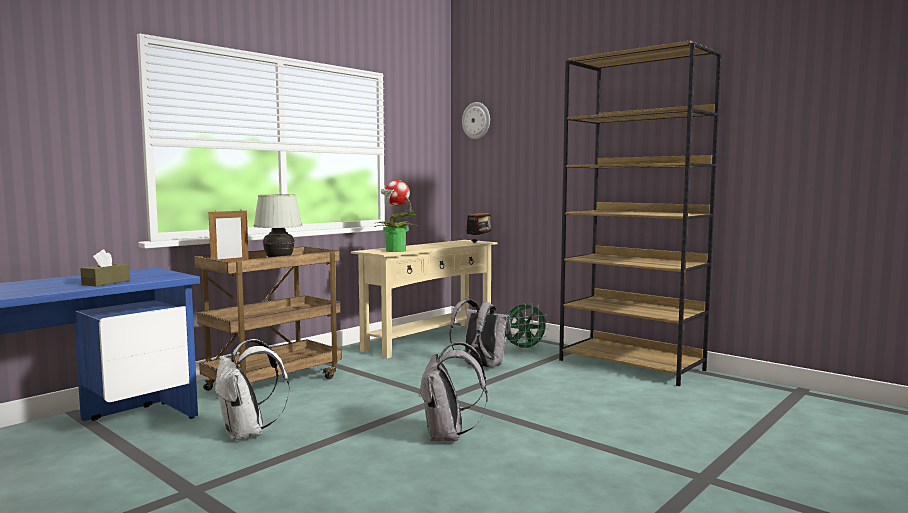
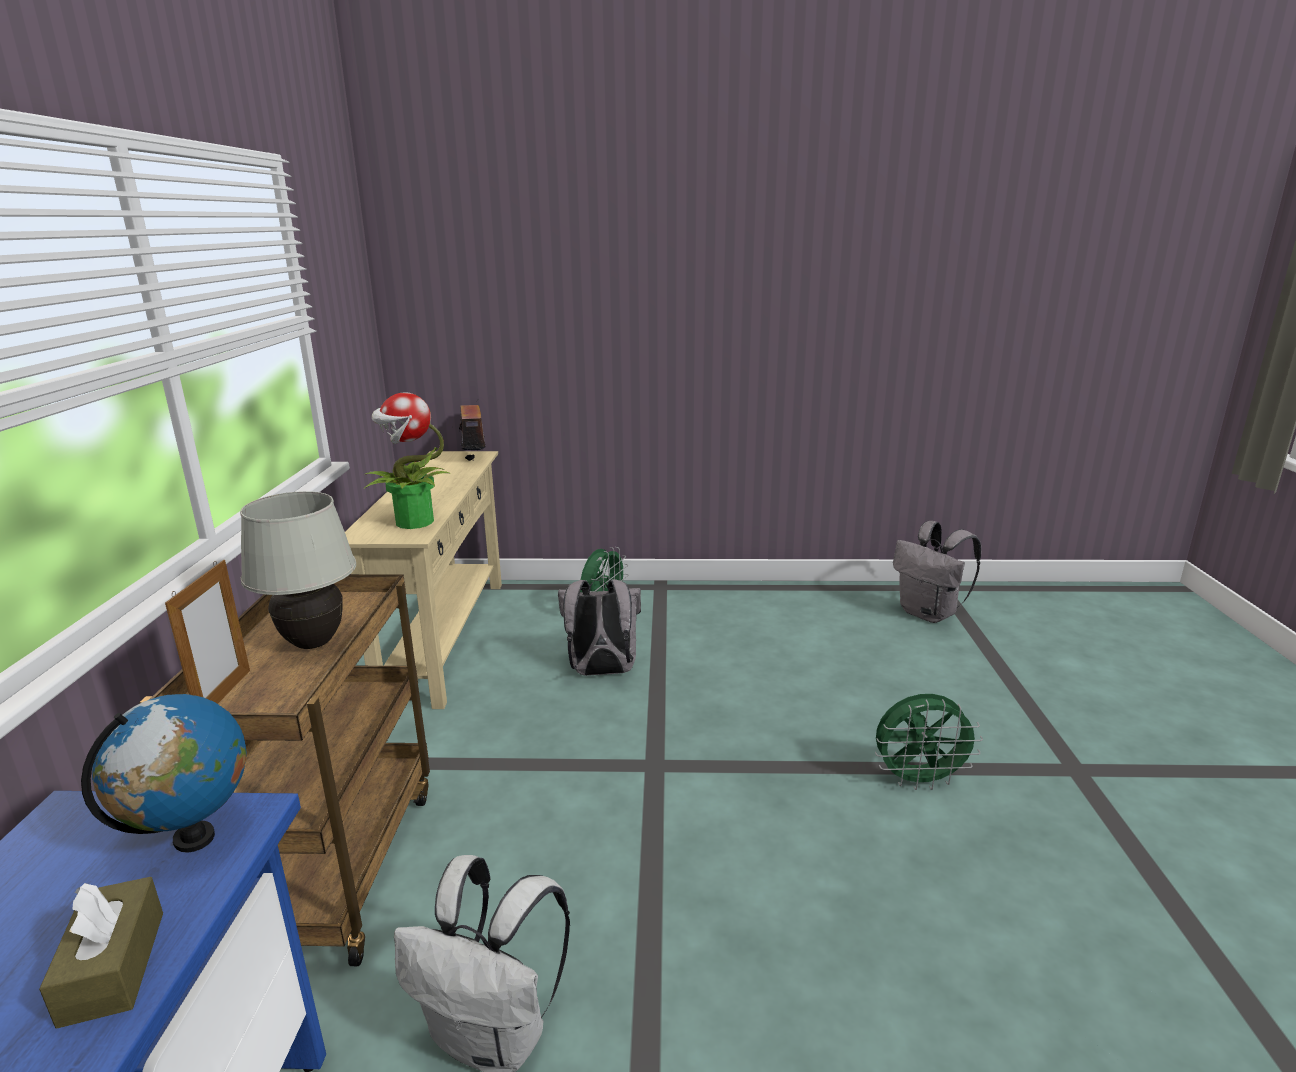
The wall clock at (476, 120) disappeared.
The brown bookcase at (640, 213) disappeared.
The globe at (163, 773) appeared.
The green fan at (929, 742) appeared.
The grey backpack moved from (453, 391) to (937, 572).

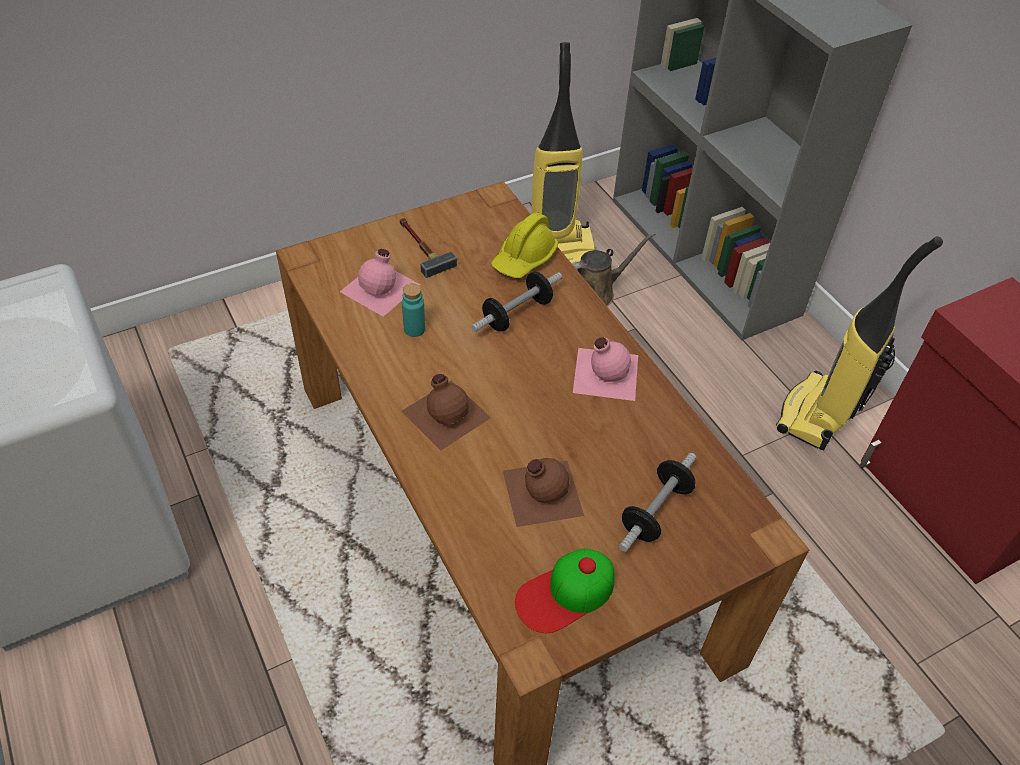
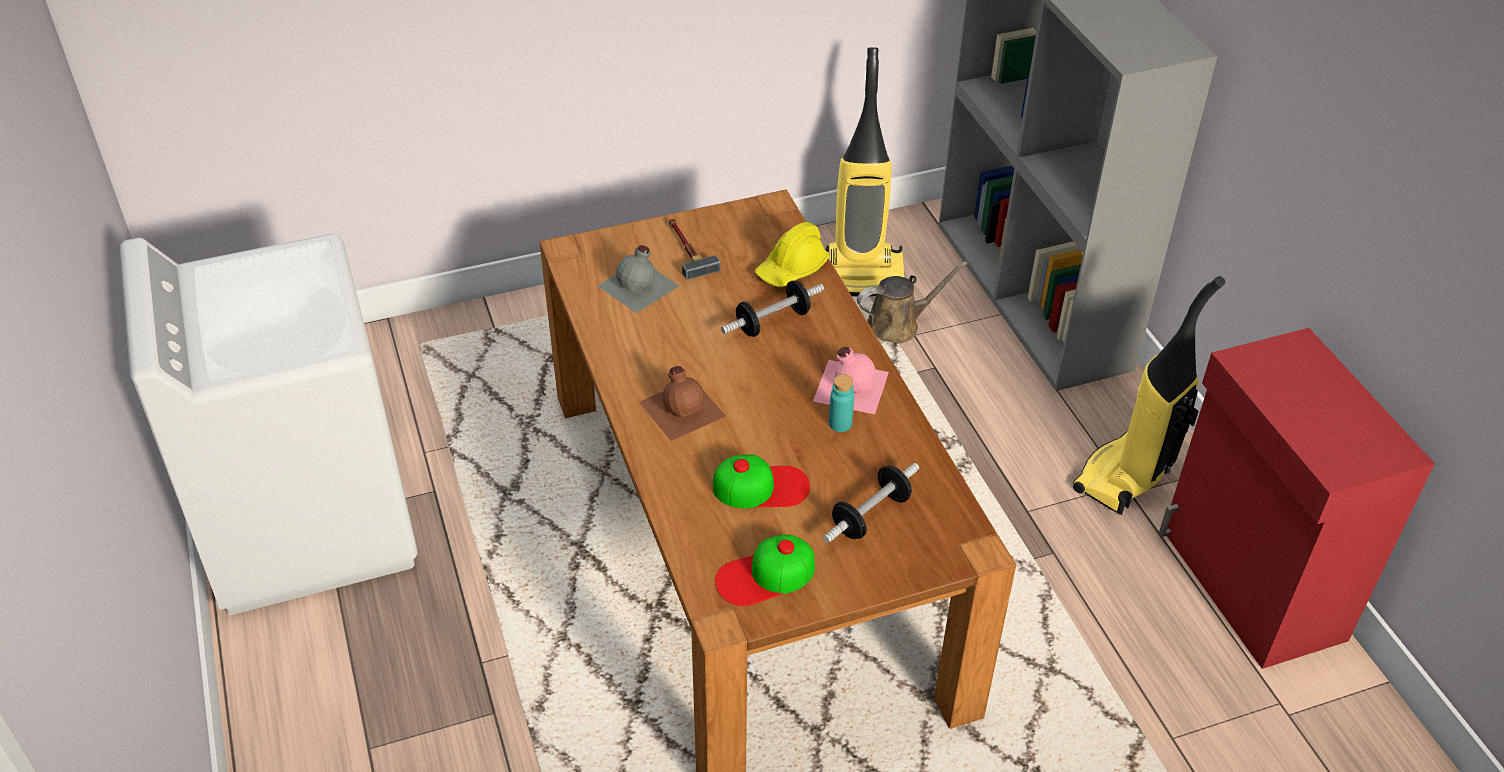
The turquoise bottle moved from (413, 310) to (841, 403).
The brown bottle at (543, 492) was replaced by the cap at (761, 481).
The pink bottle at (380, 283) became the grey bottle at (638, 279).

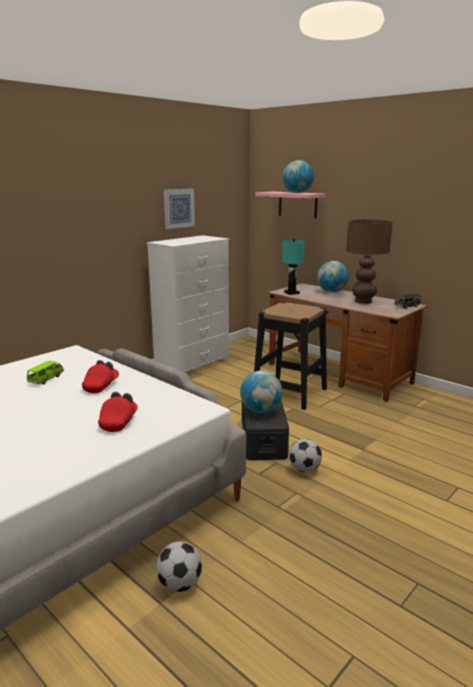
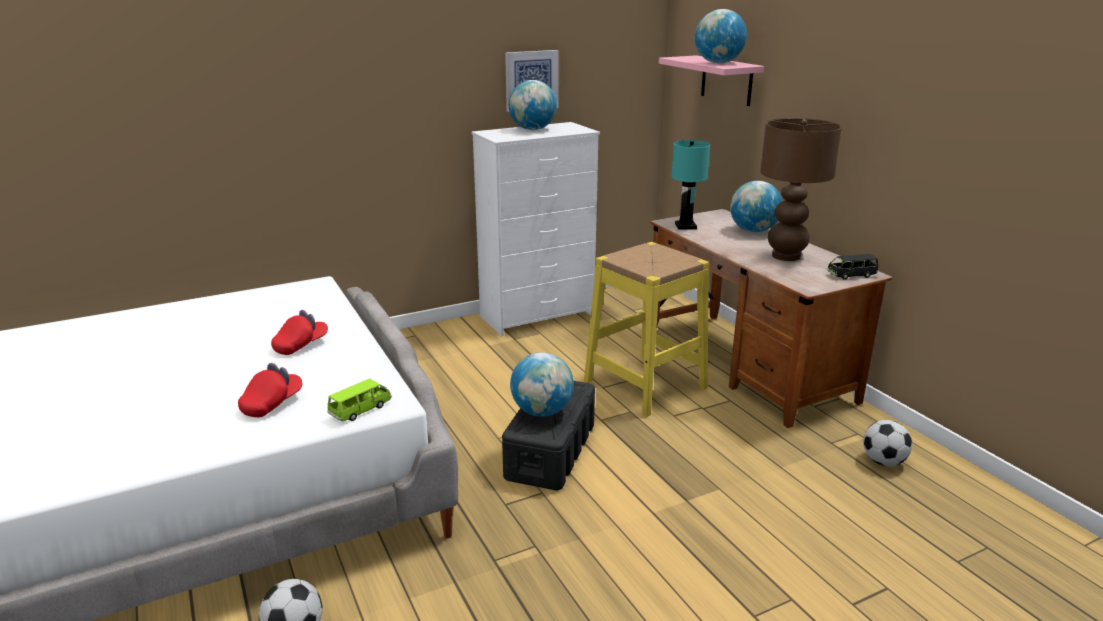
The globe at (533, 105) appeared.
The green toy car moved from (45, 372) to (359, 400).
The football moved from (305, 456) to (887, 443).
The black stool at (290, 356) became the yellow stool at (646, 329).

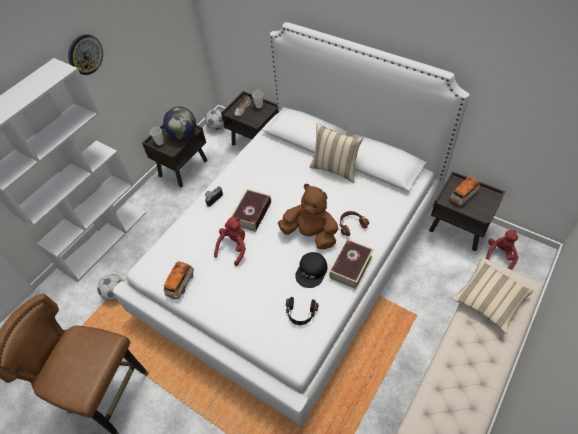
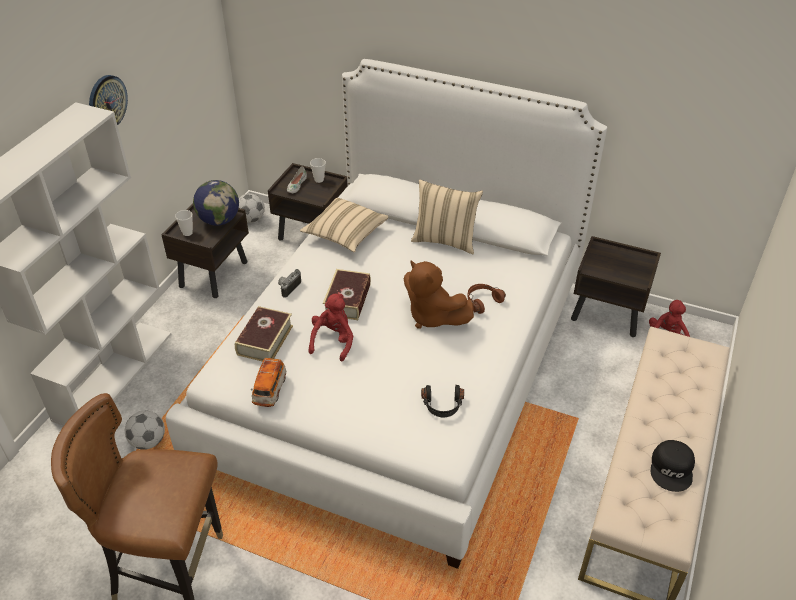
The toy car at (465, 191) disappeared.
The black cap moved from (311, 270) to (673, 466).
The book moved from (351, 264) to (264, 334).
The beige pillow moved from (492, 297) to (344, 225).
The brown plush toy at (308, 217) turned 150 degrees counterclockwise.

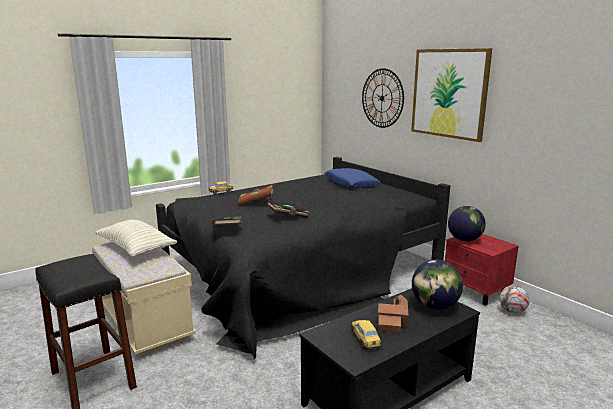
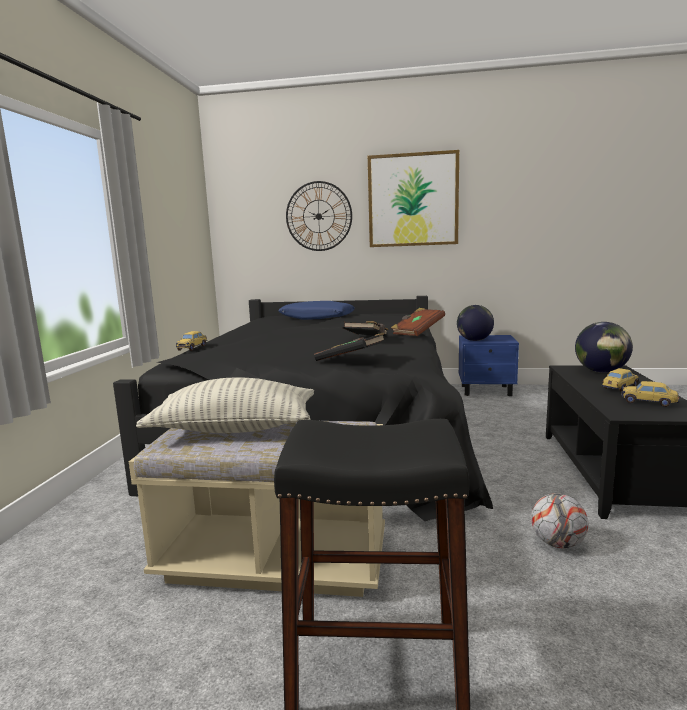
The brown book moved from (255, 195) to (418, 322).
The football moved from (514, 299) to (559, 520).
The toy house at (393, 314) was replaced by the toy car at (620, 380).
The red nightstand at (482, 269) became the blue nightstand at (488, 365).

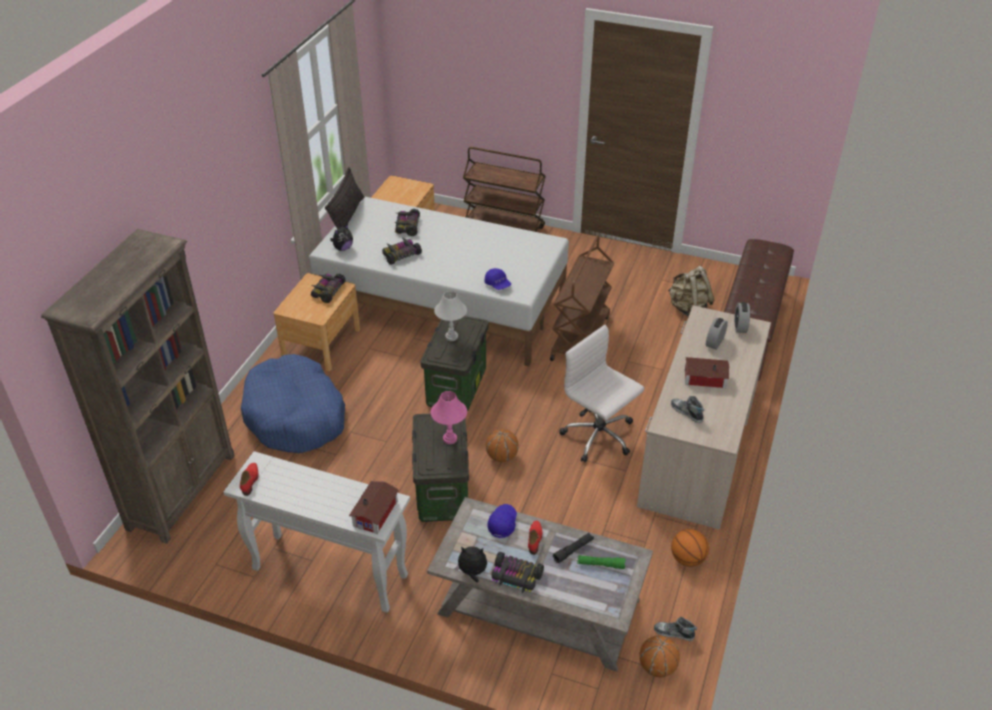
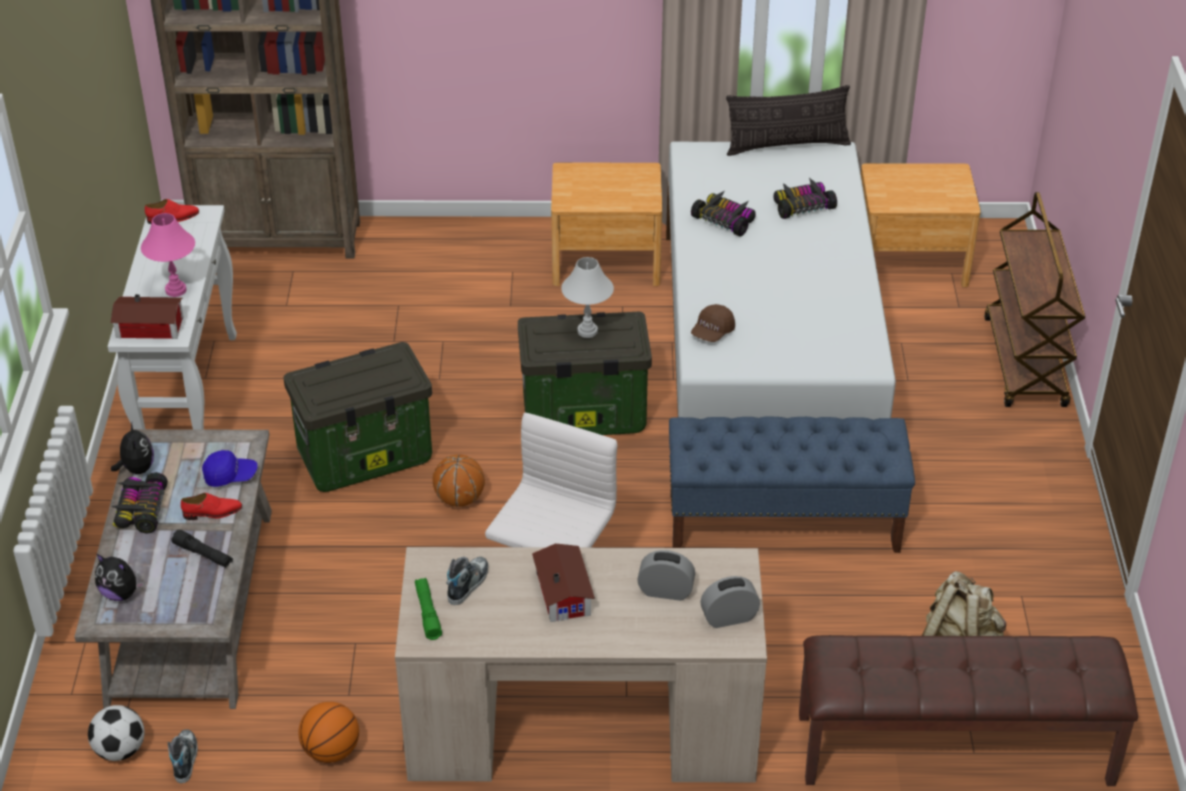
The blue dog bed at (293, 403) disappeared.
The toy car at (328, 288) disappeared.
The plush toy moved from (341, 237) to (119, 577).
The pink table lamp moved from (449, 417) to (168, 255).
The green flashlight moved from (601, 562) to (428, 609).
The brown cart at (582, 298) was replaced by the blue bench at (792, 484).
The basketball at (659, 656) was replaced by the football at (116, 733).
The blue cap at (497, 279) became the brown cap at (713, 323).

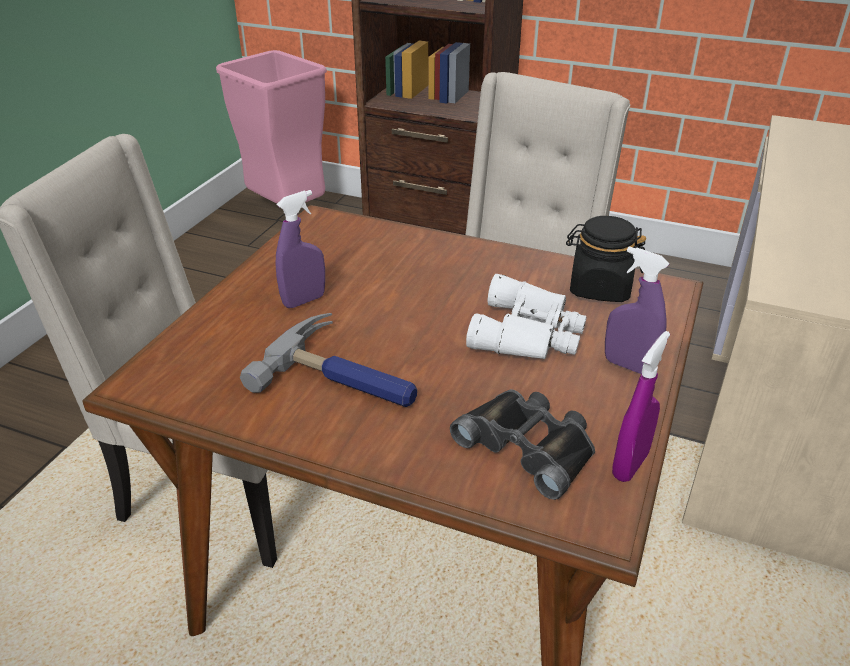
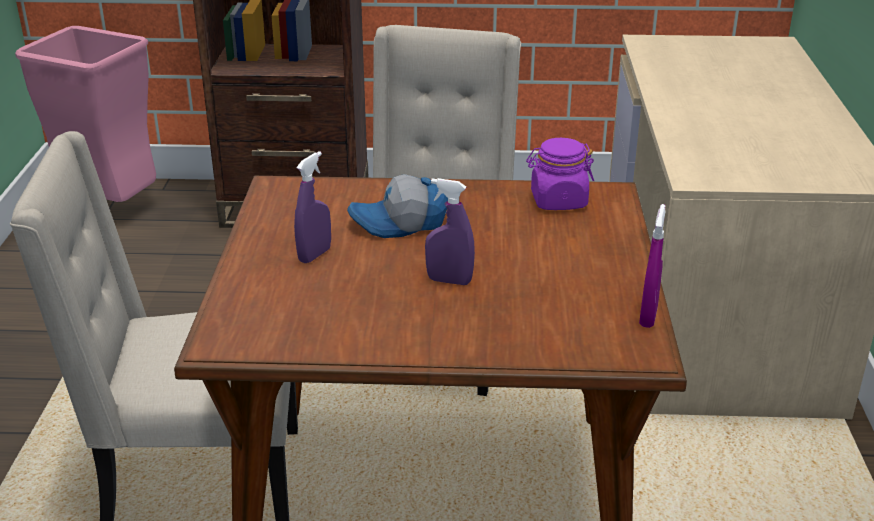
The hammer at (328, 360) disappeared.
The black binoculars at (522, 444) disappeared.
The white binoculars at (526, 316) disappeared.
The cap at (397, 206) appeared.
The purple spray bottle moved from (637, 310) to (450, 231).
The black jar at (606, 259) became the purple jar at (560, 174).

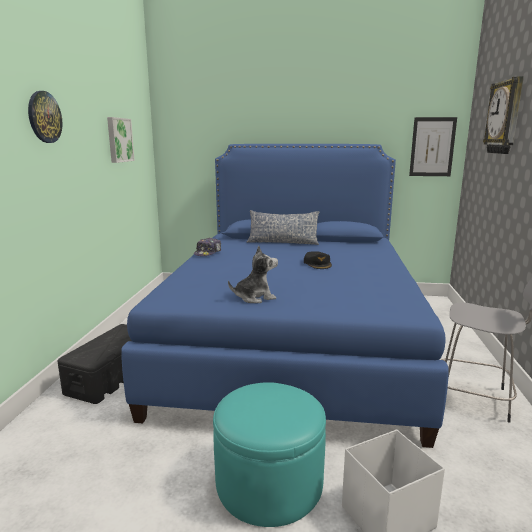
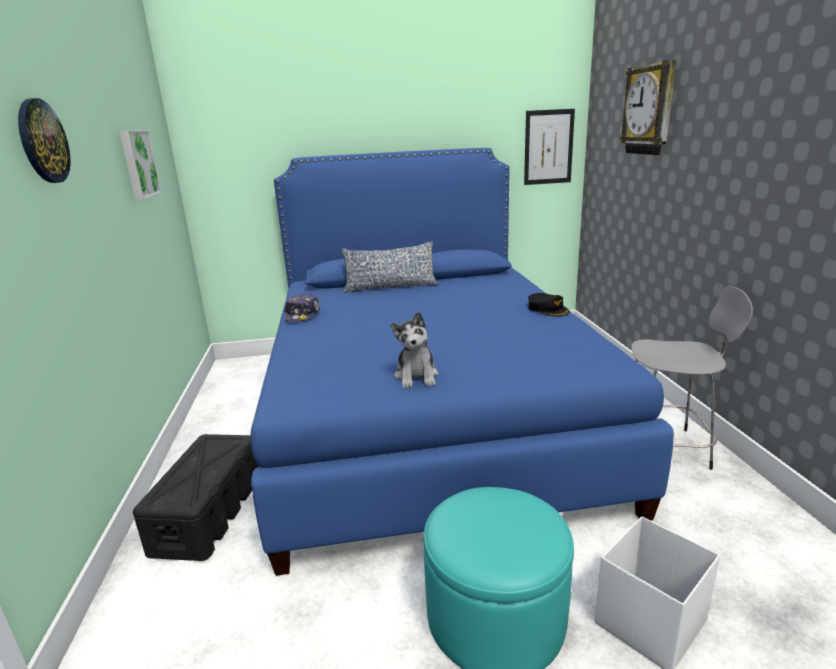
The black cap moved from (318, 260) to (549, 305).
The plush toy at (253, 274) turned 120 degrees clockwise.

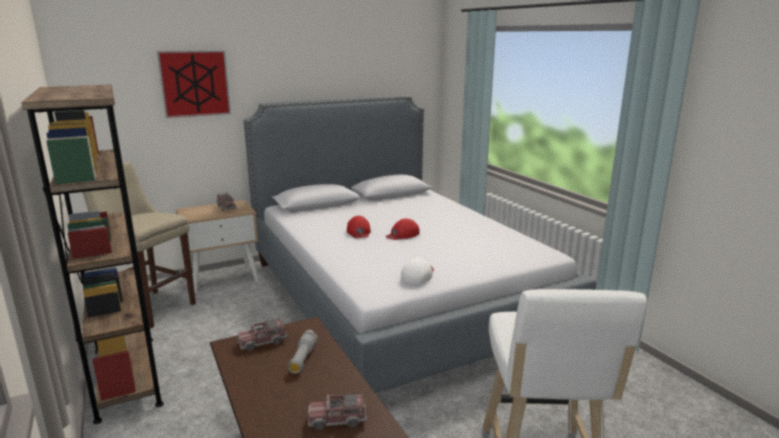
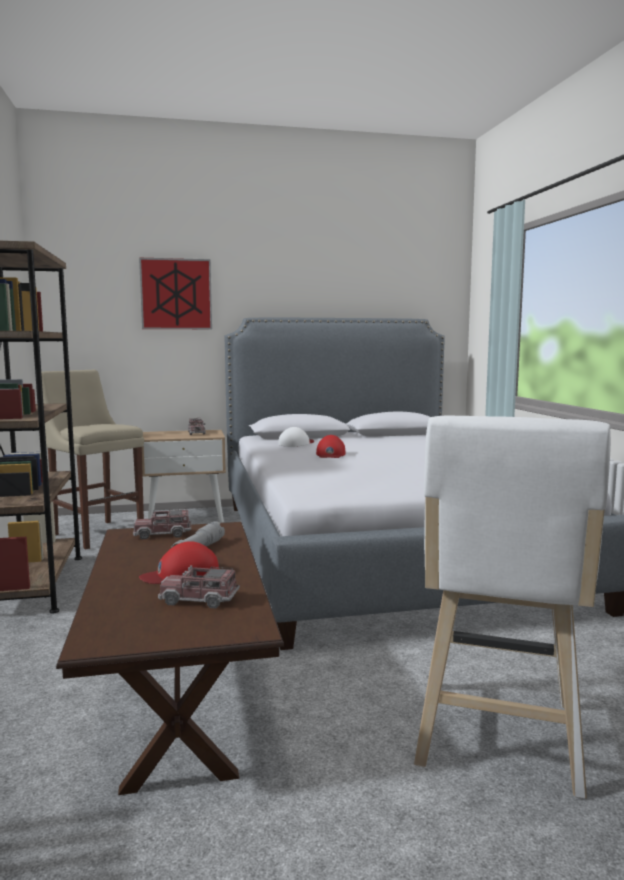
The red cap moved from (402, 229) to (179, 562).
The white cap moved from (417, 271) to (296, 437).

